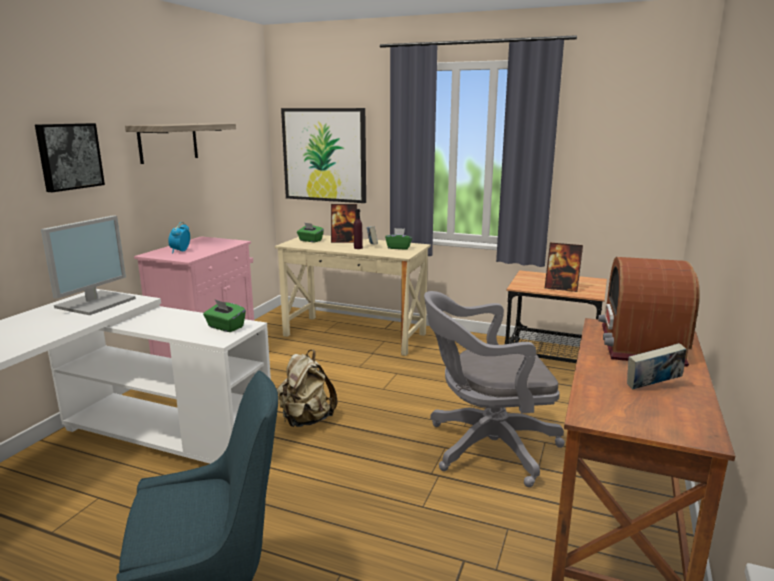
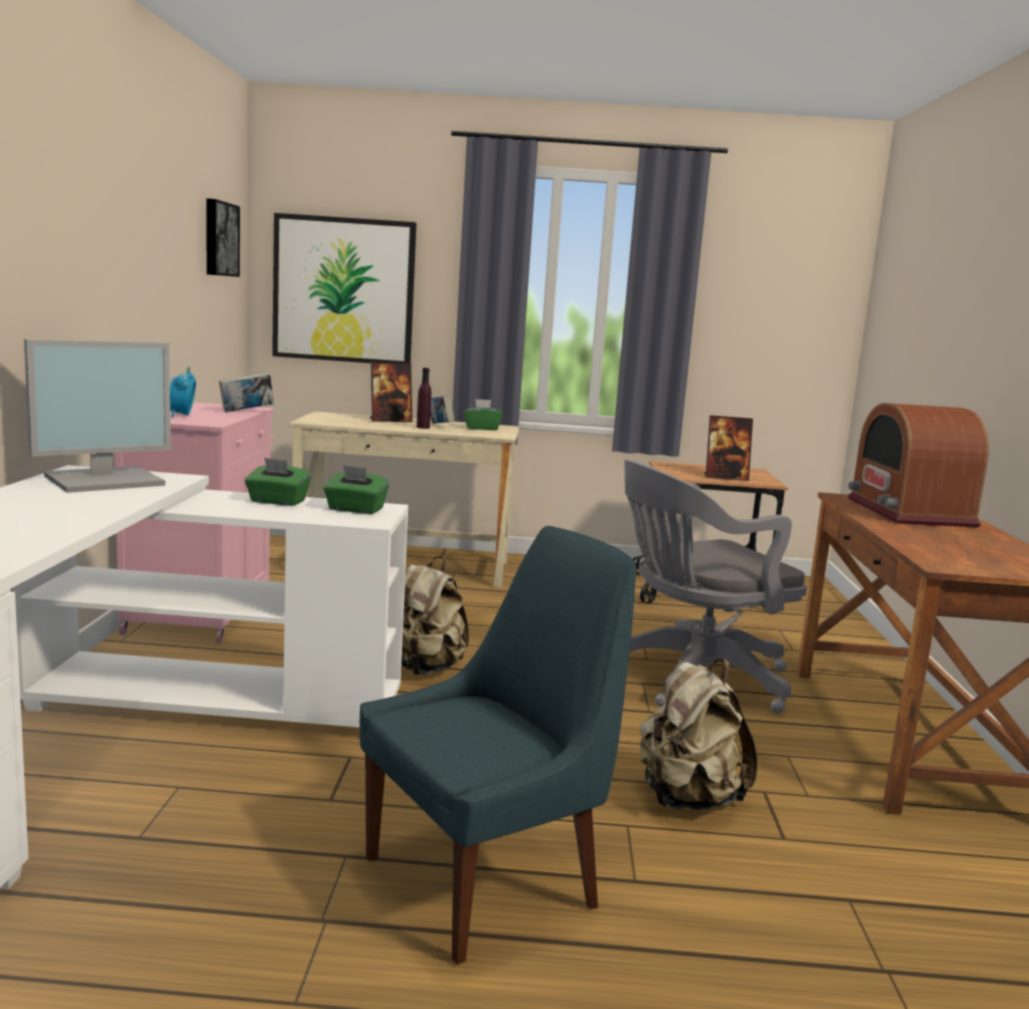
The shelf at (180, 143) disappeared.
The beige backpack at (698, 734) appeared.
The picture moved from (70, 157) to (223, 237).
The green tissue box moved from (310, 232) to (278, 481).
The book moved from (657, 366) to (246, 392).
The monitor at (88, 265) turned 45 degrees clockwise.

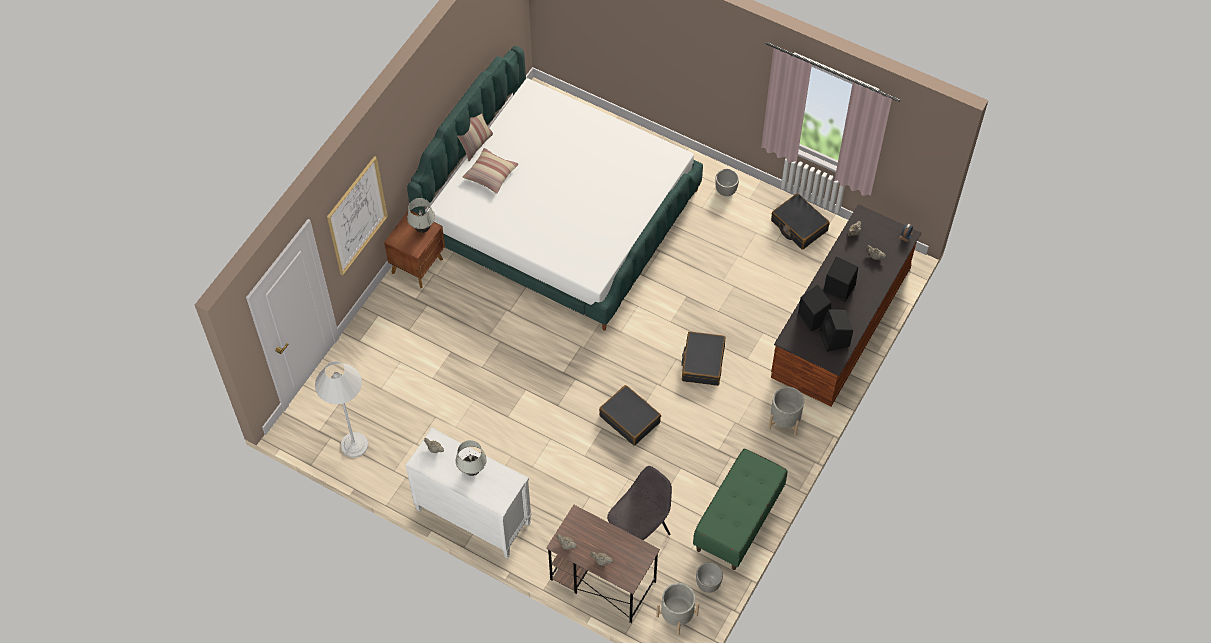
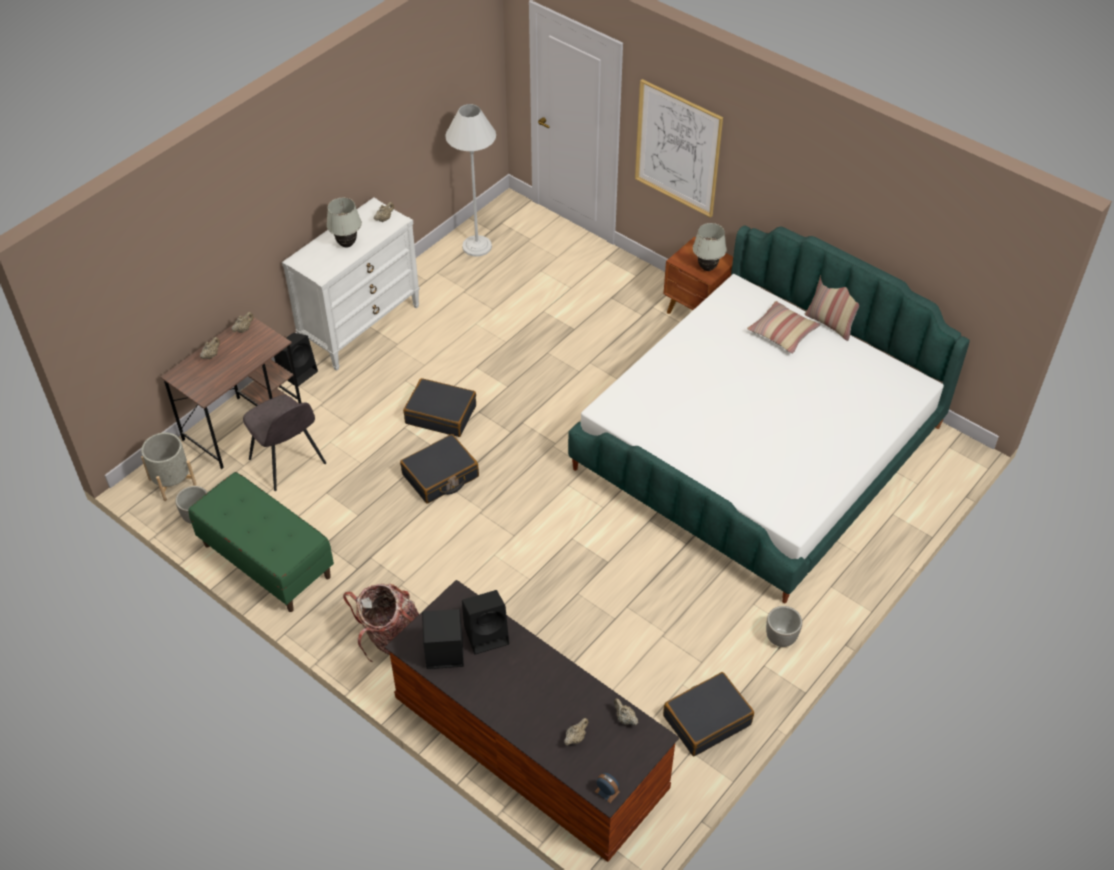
The black suitcase moved from (703, 358) to (439, 407).
The black speaker moved from (840, 279) to (296, 359).
The grey planter at (786, 411) was replaced by the backpack at (381, 623).

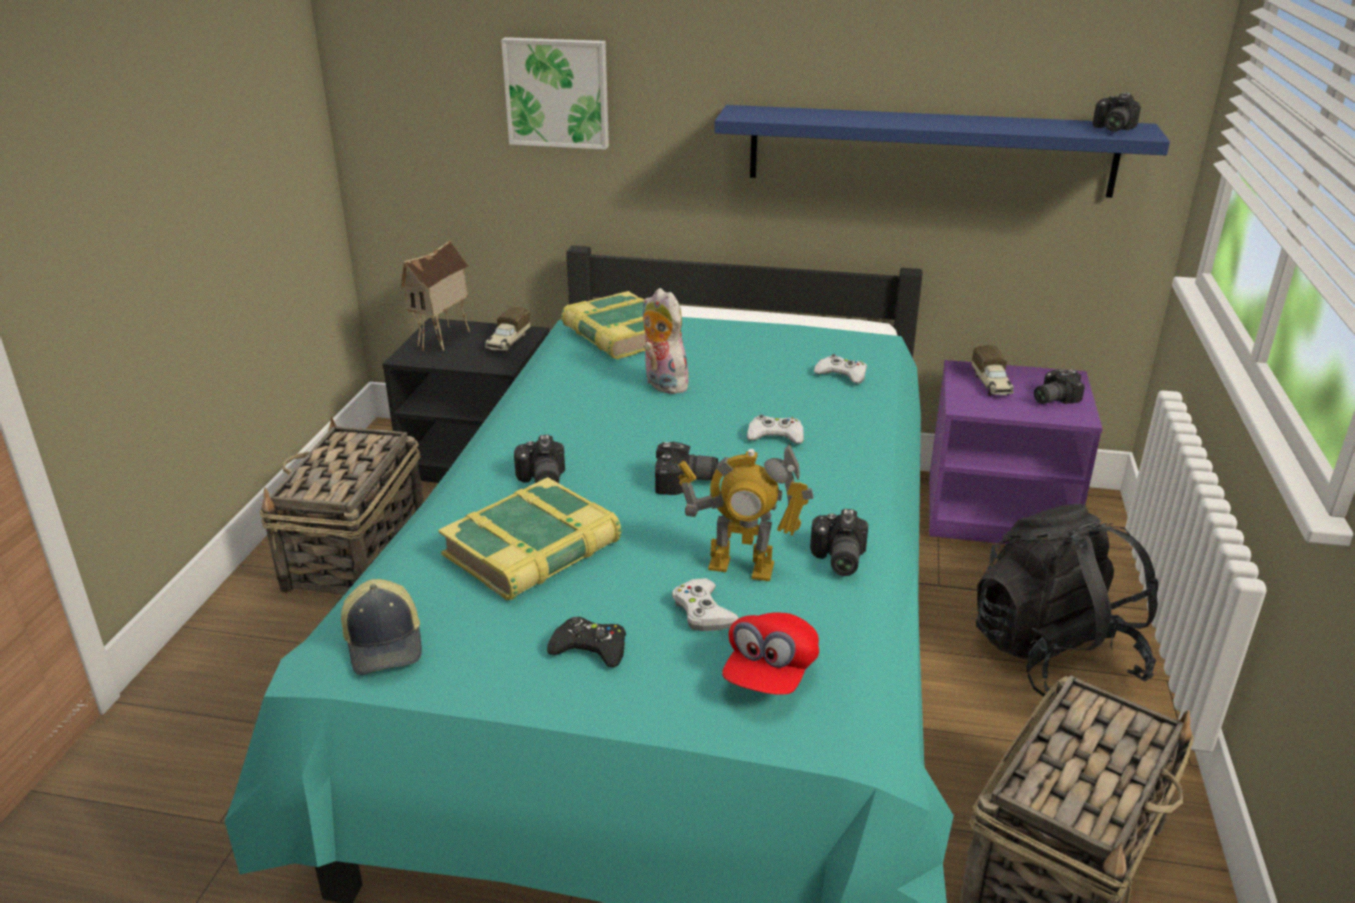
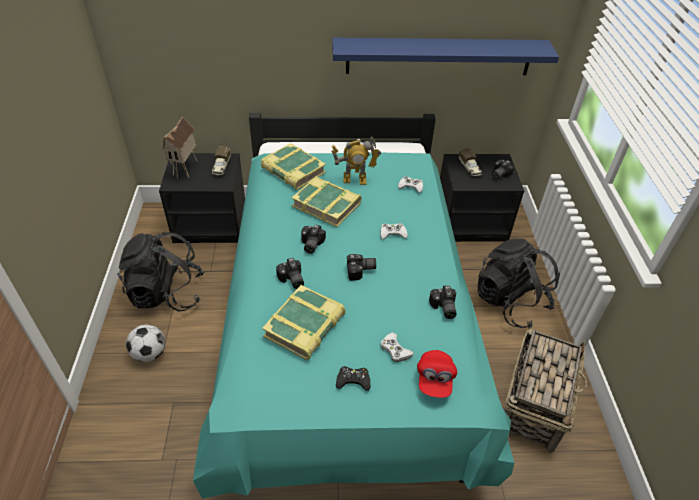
The cap at (381, 627) disappeared.
The picture at (555, 93) disappeared.
The football at (145, 343) appeared.
The toy robot moved from (746, 512) to (356, 161).
The photo camera moved from (1116, 112) to (313, 239).
The basket at (342, 506) was replaced by the black backpack at (161, 271).
The plush toy at (667, 341) was replaced by the book at (327, 201).
The purple nightstand at (1016, 452) became the black nightstand at (482, 198).

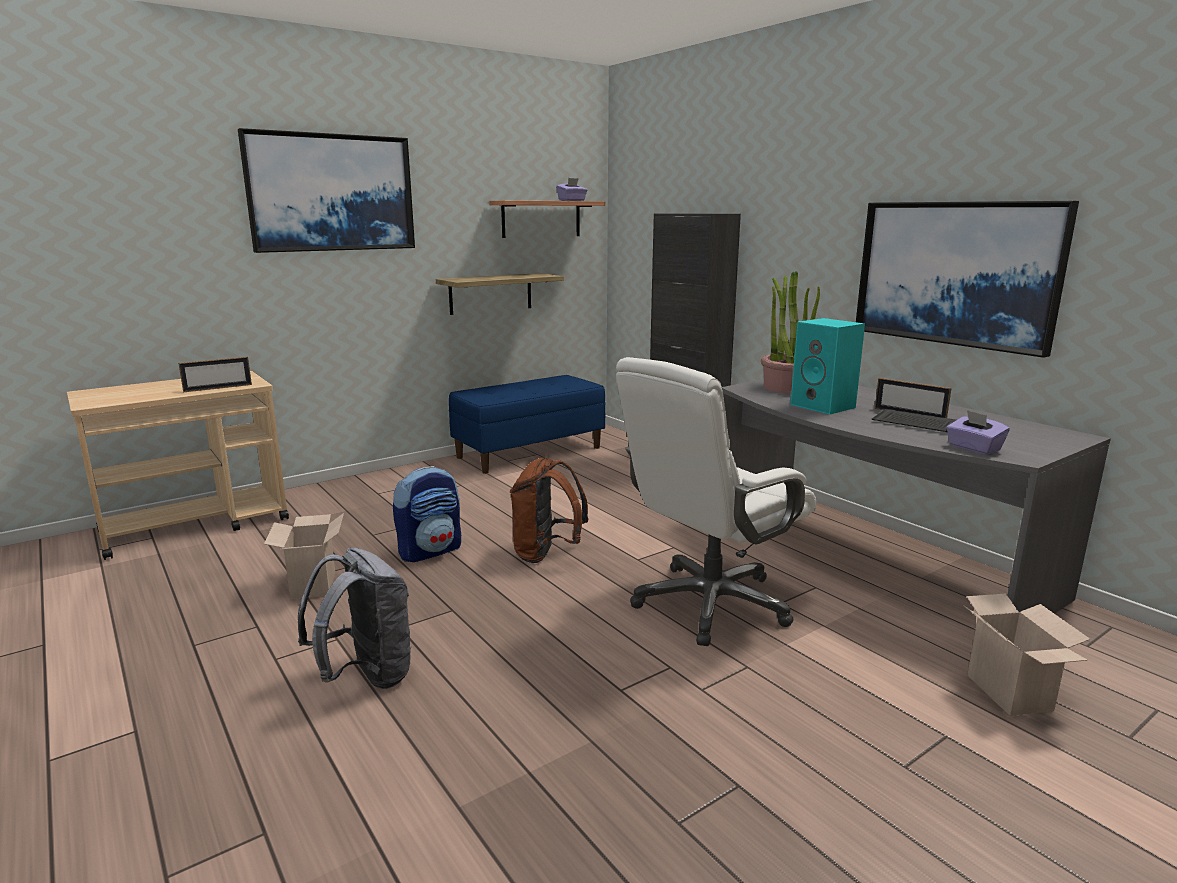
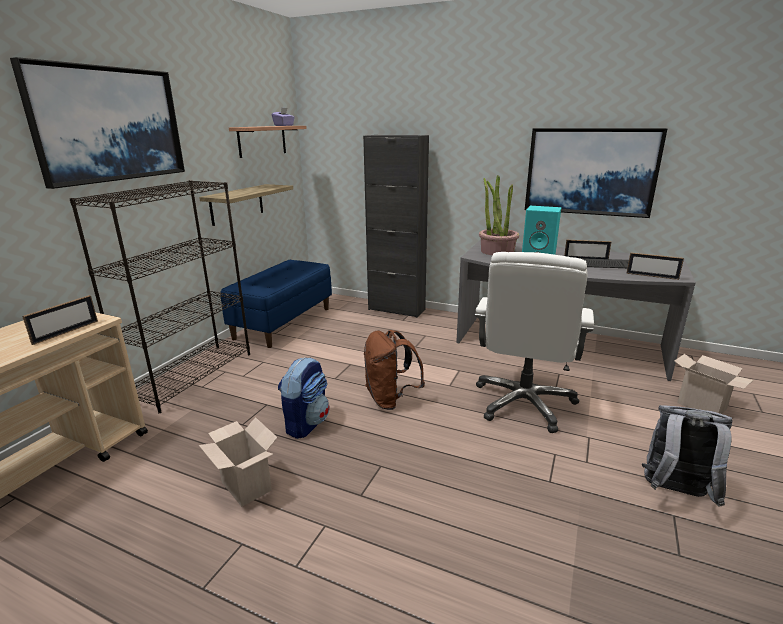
The black bookcase at (160, 296) appeared.
The grey backpack moved from (355, 618) to (687, 456).
The purple tissue box at (978, 432) was replaced by the picture frame at (655, 266).

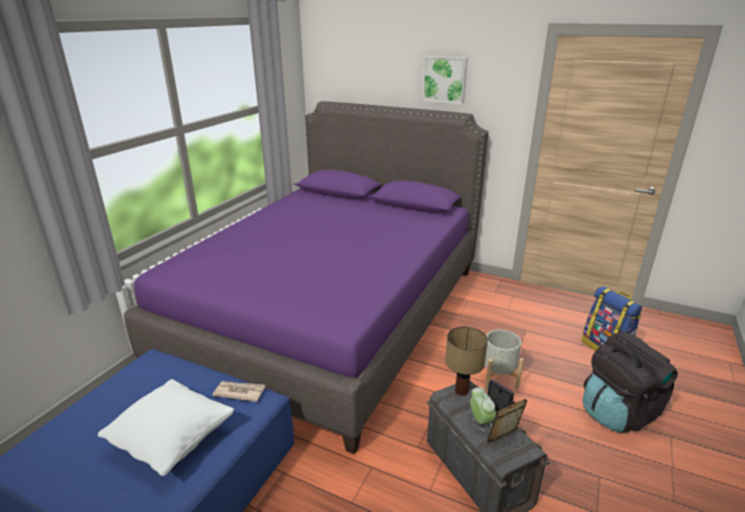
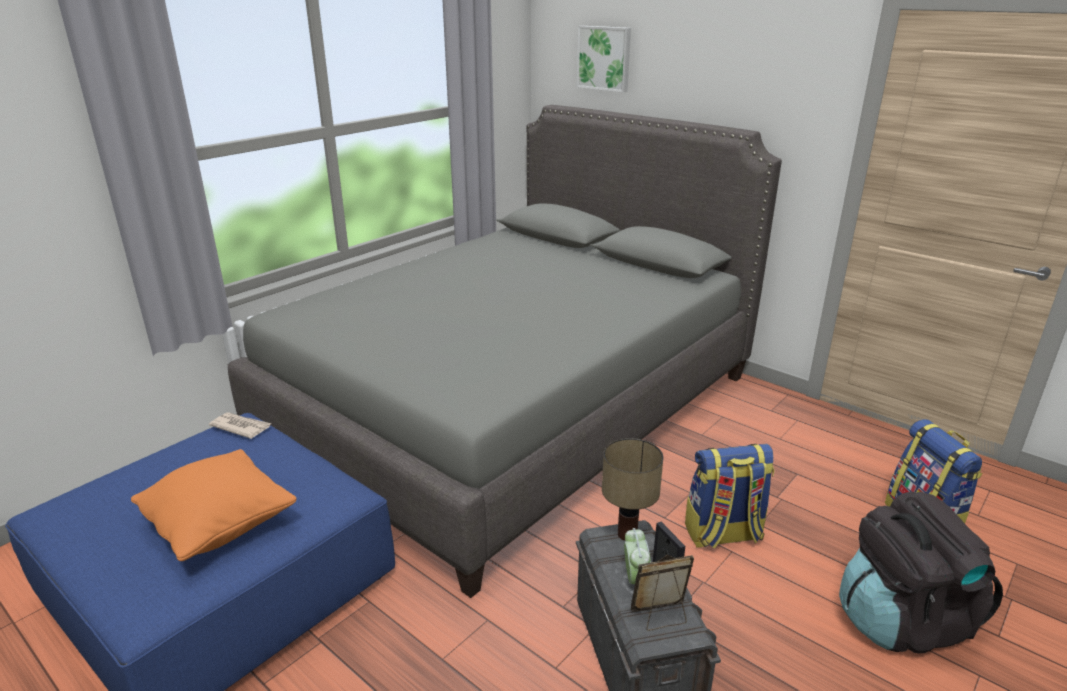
The newspaper moved from (239, 391) to (240, 425).
The picture moved from (445, 80) to (604, 59).
The grey planter at (504, 359) was replaced by the backpack at (729, 496).
The white pillow at (166, 427) became the orange pillow at (214, 505).
The purple bed at (306, 277) became the grey bed at (505, 351).

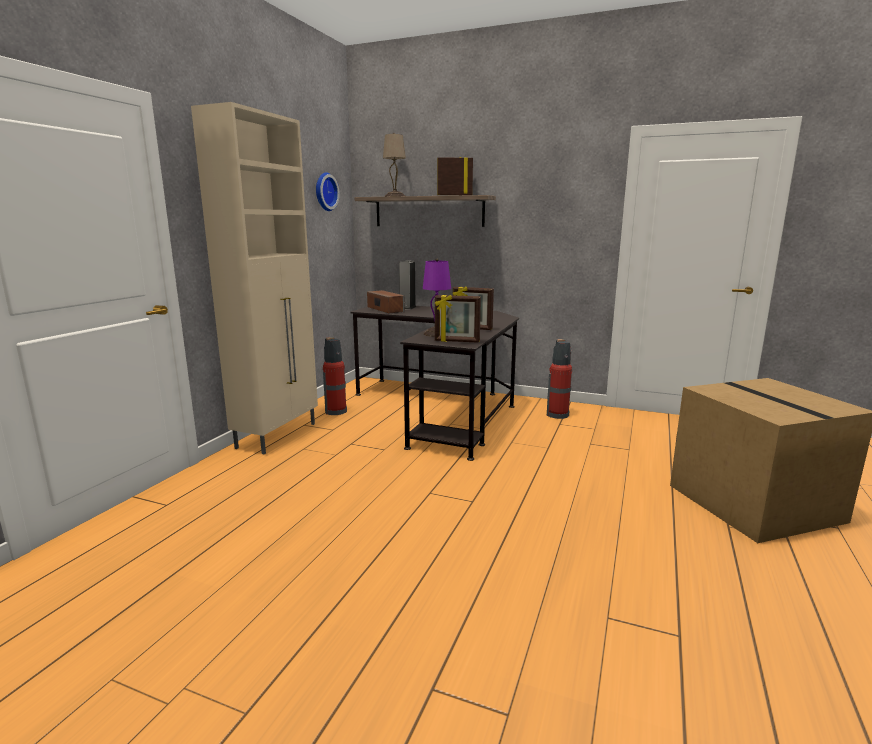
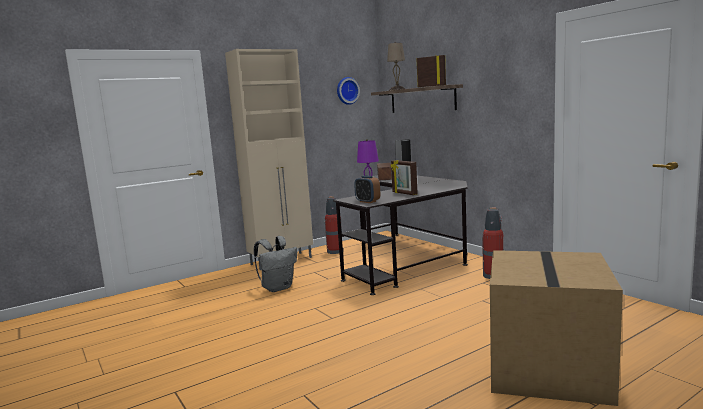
The grey backpack at (275, 264) appeared.
The picture frame at (458, 319) was replaced by the alarm clock at (367, 189).

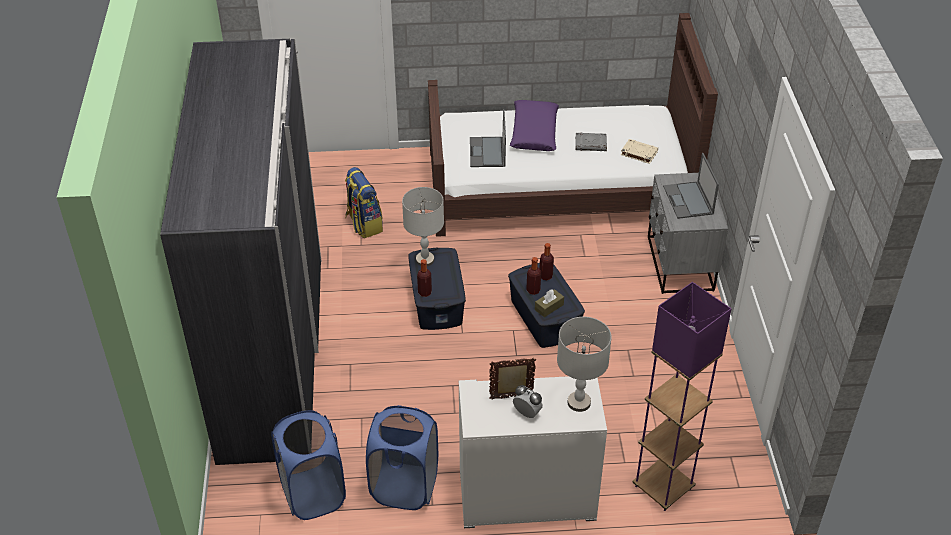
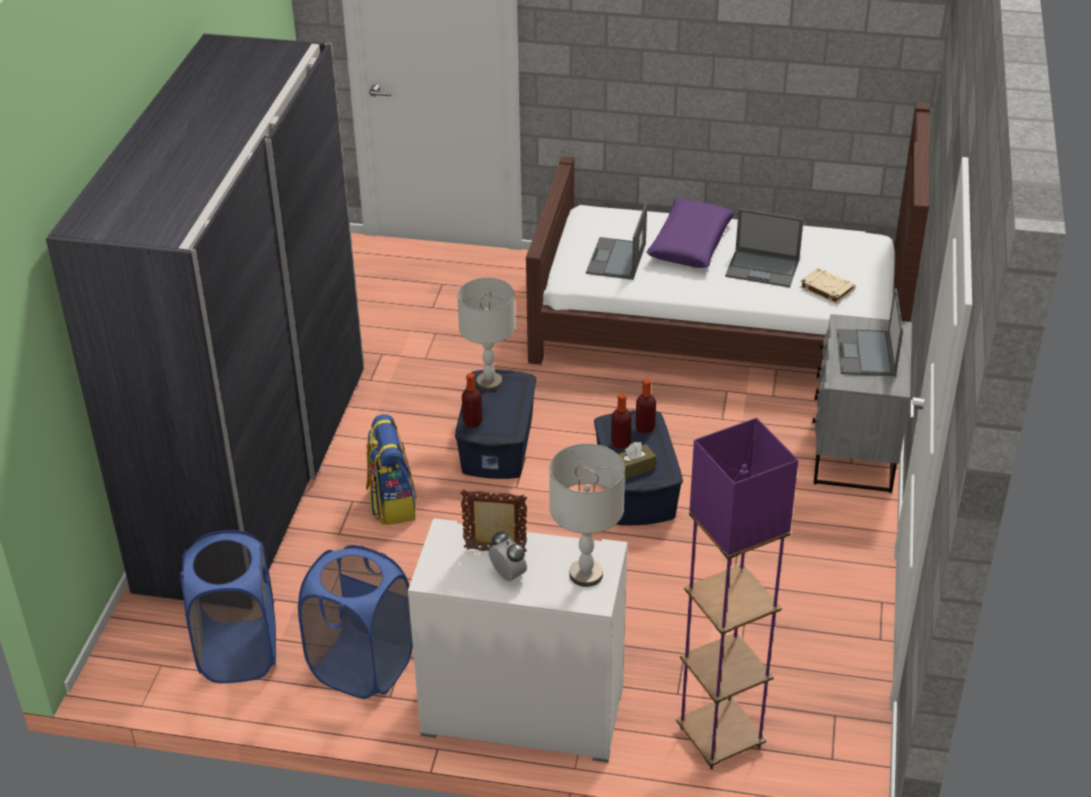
The backpack moved from (364, 202) to (391, 469).
The grey book at (591, 142) was replaced by the laptop at (764, 248).

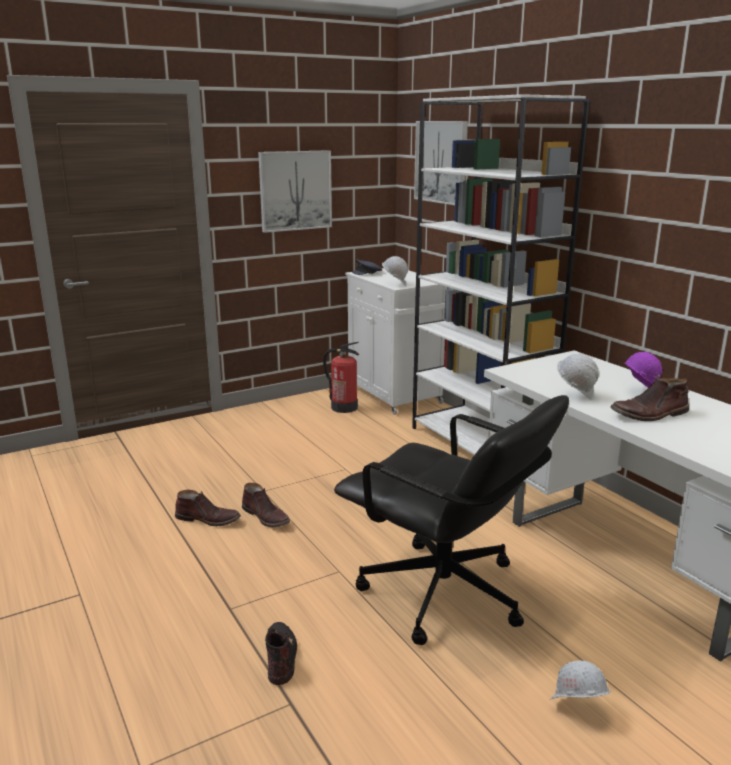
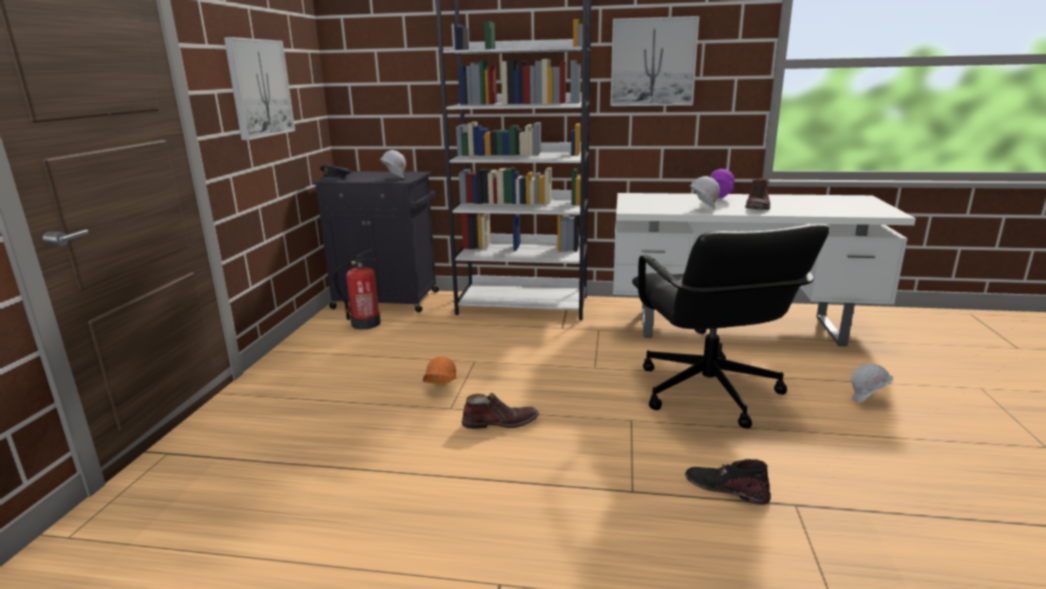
The brown boot at (208, 508) disappeared.
The orange hard hat at (440, 371) appeared.
The picture moved from (441, 163) to (654, 61).
The white cabinet at (396, 341) became the black cabinet at (375, 241).
The black office chair at (451, 520) turned 90 degrees clockwise.

